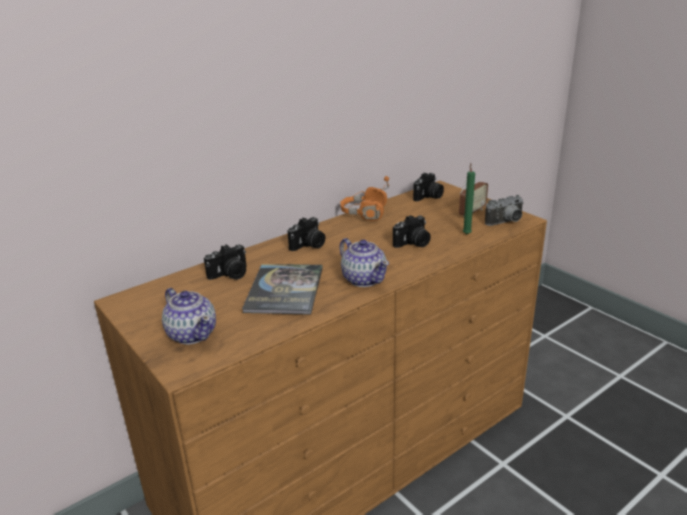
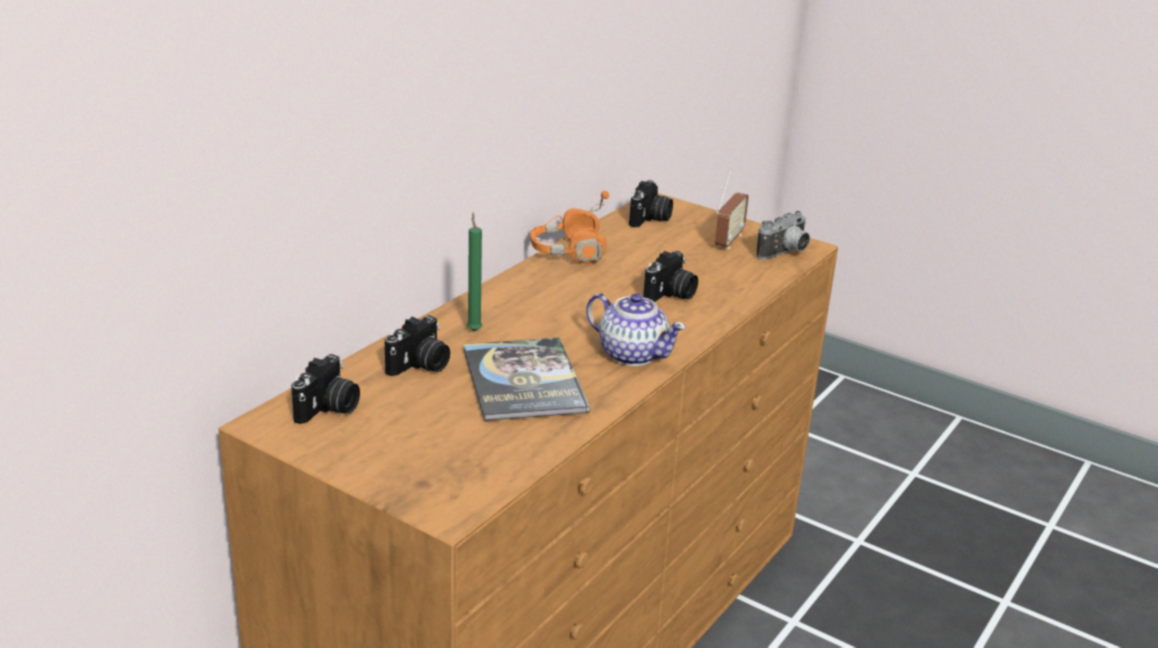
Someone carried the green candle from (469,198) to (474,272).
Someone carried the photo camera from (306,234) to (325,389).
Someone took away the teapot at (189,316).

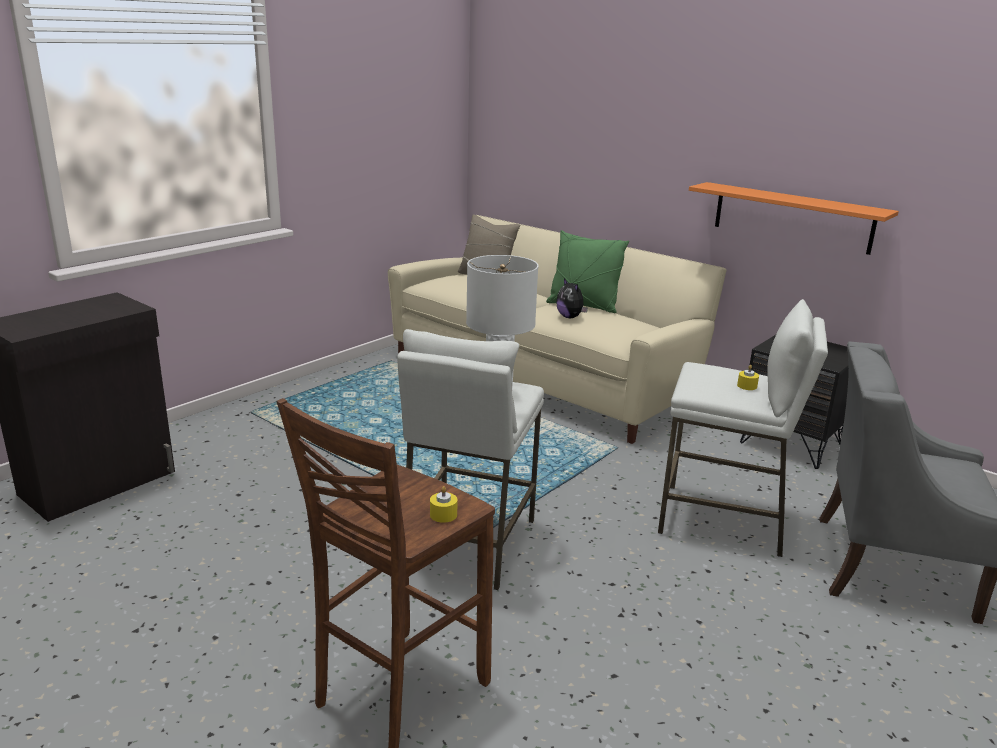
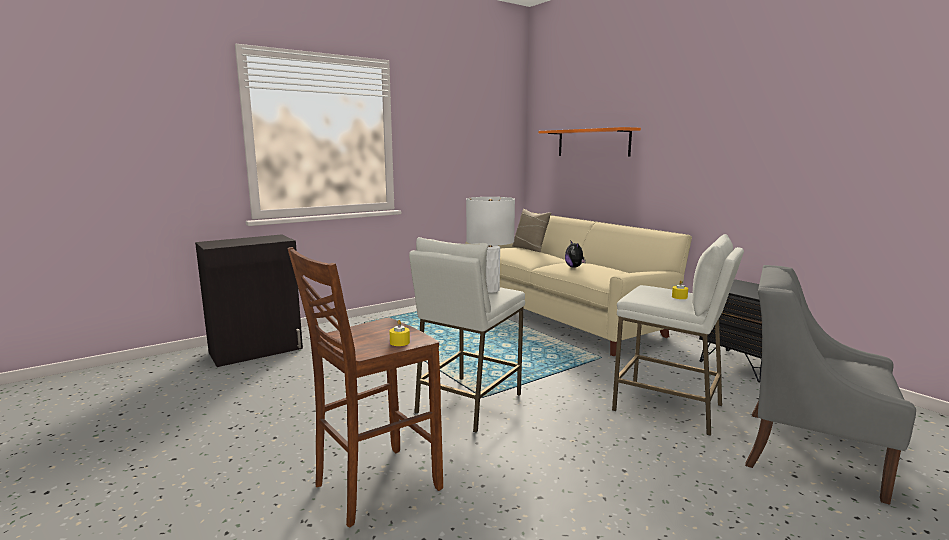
Someone carried the orange shelf from (794,218) to (590,142).
Someone took away the green pillow at (587,271).

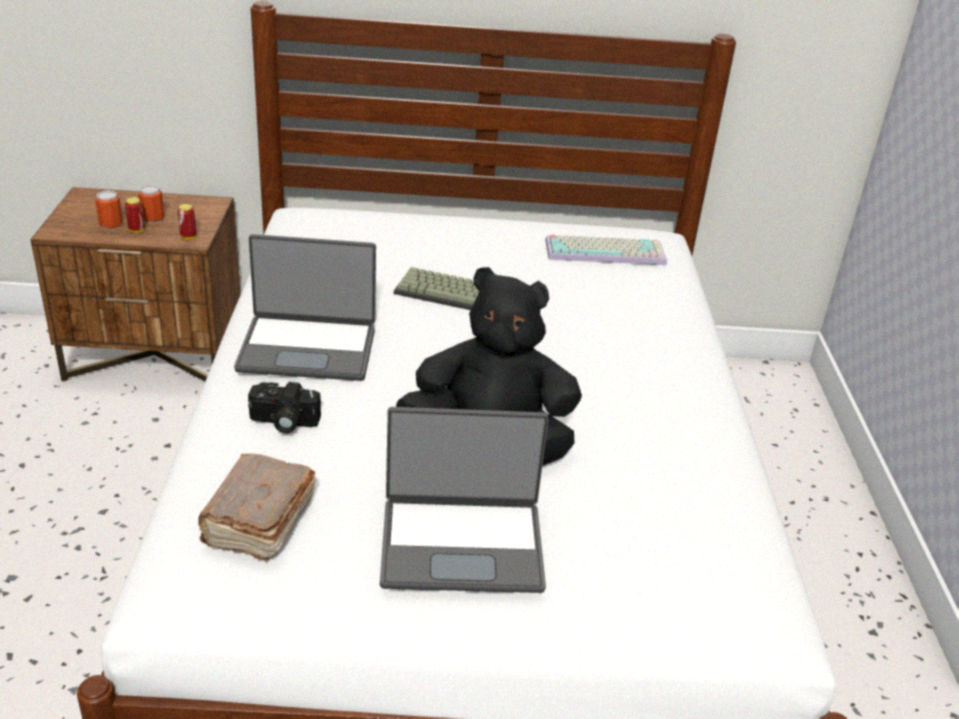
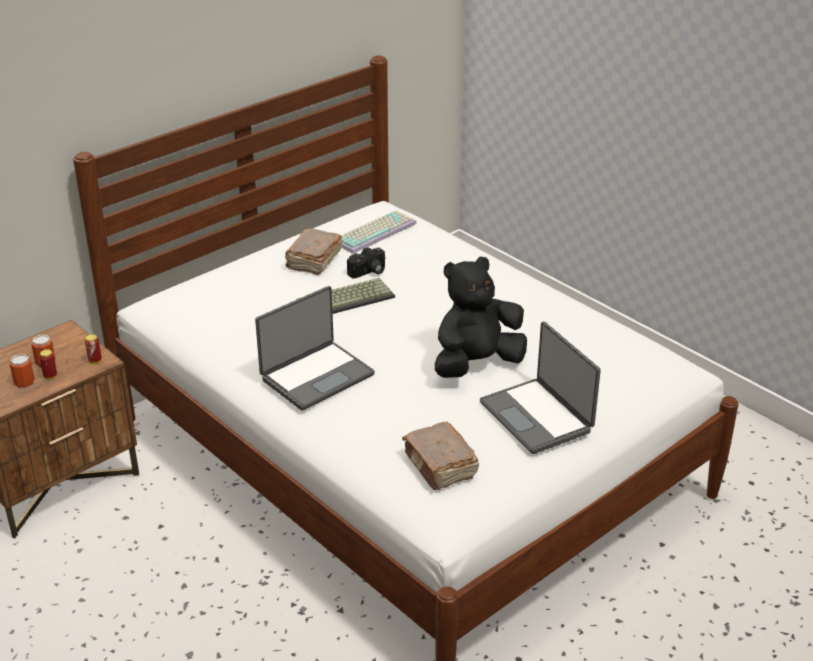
Someone carried the photo camera from (284,407) to (366,263).
Someone rotated the laptop at (464,500) by 105 degrees clockwise.
Someone put down the brown book at (314,251).

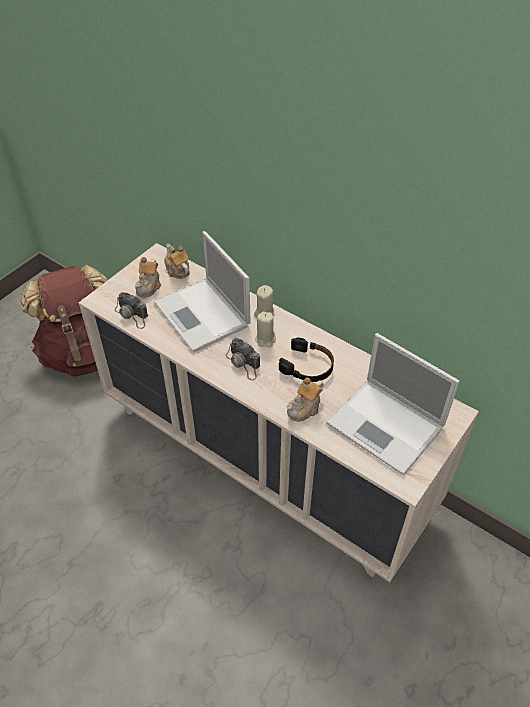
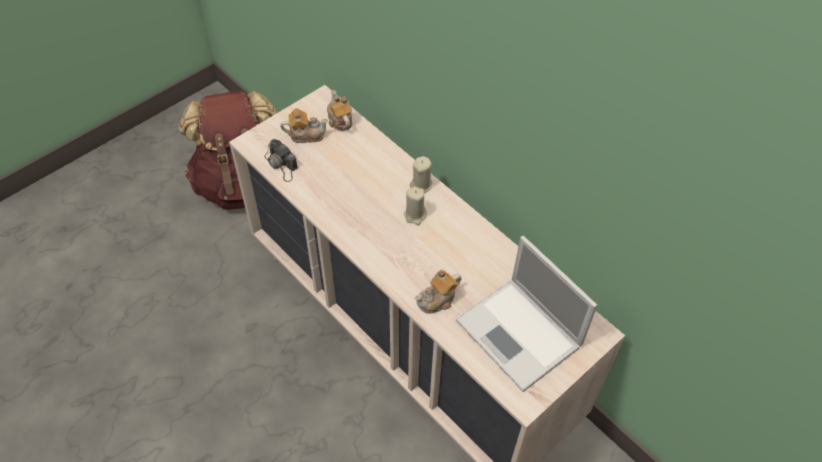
Someone took away the laptop at (202,291).
Someone rotated the teapot at (148,277) by 120 degrees counterclockwise.
Someone took away the black headphones at (306,359).
Someone took away the photo camera at (243,359).

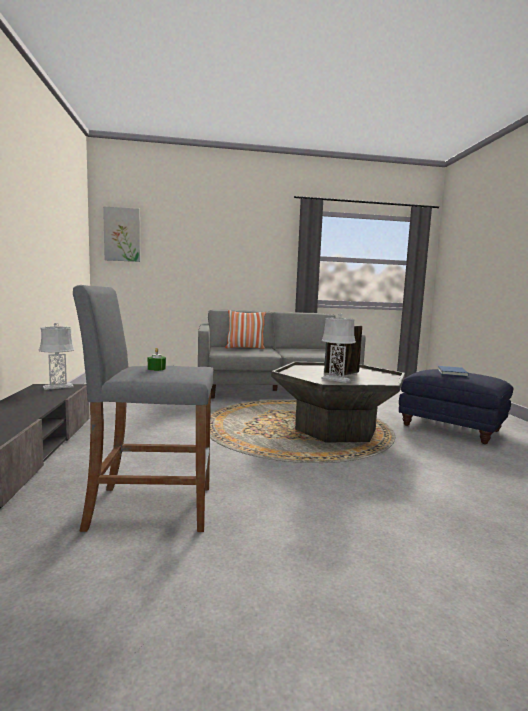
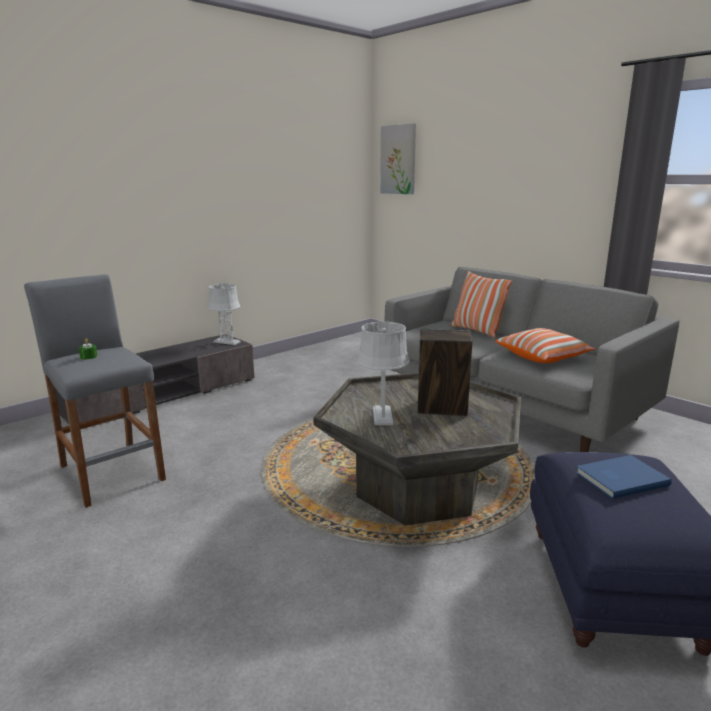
Someone put down the pillow at (545,345).

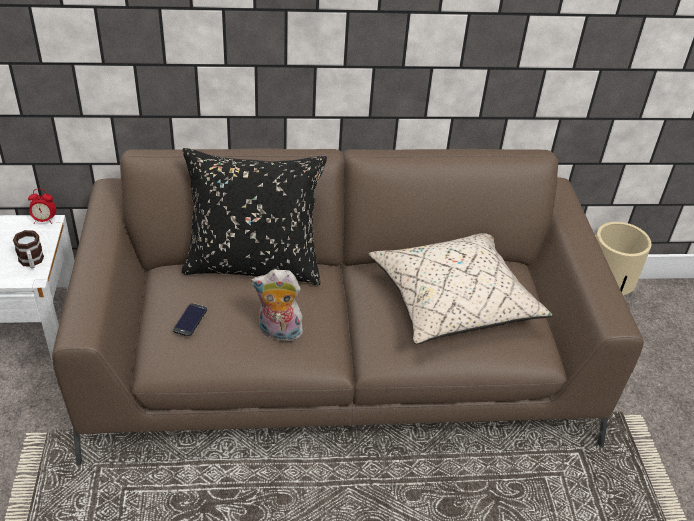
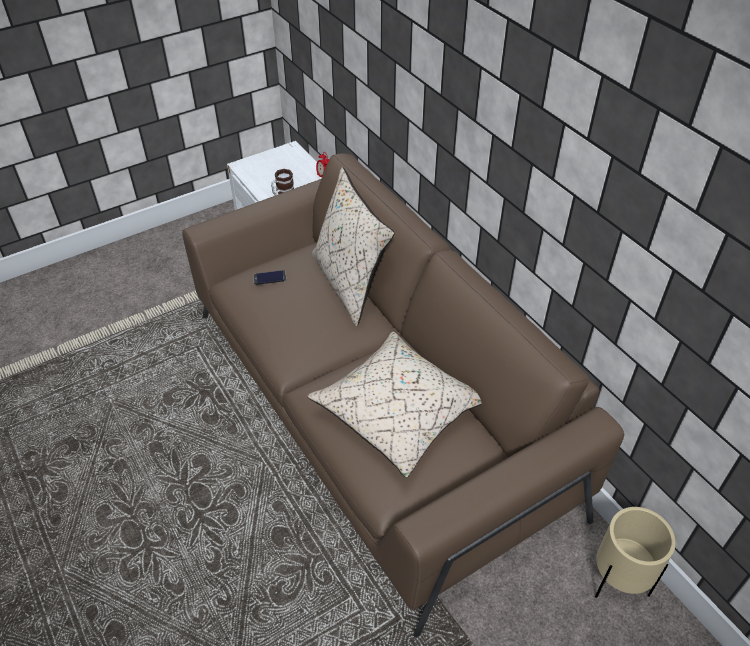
Someone repainted the black pillow at (254,216), which became the beige pillow at (353,246).
Someone took away the plush toy at (278,305).

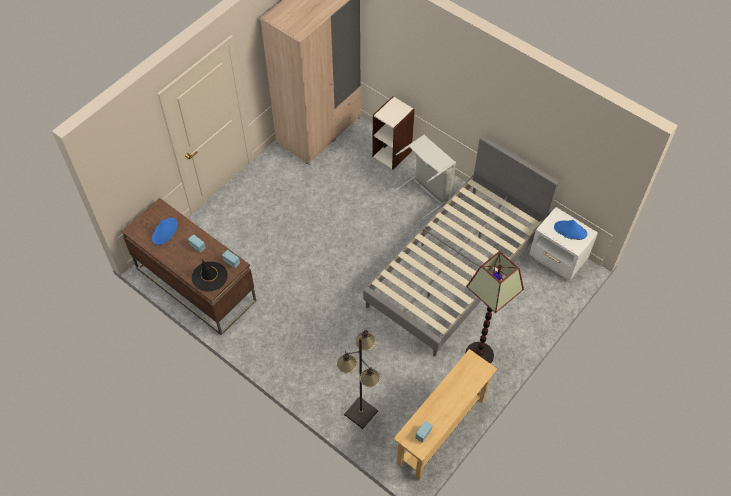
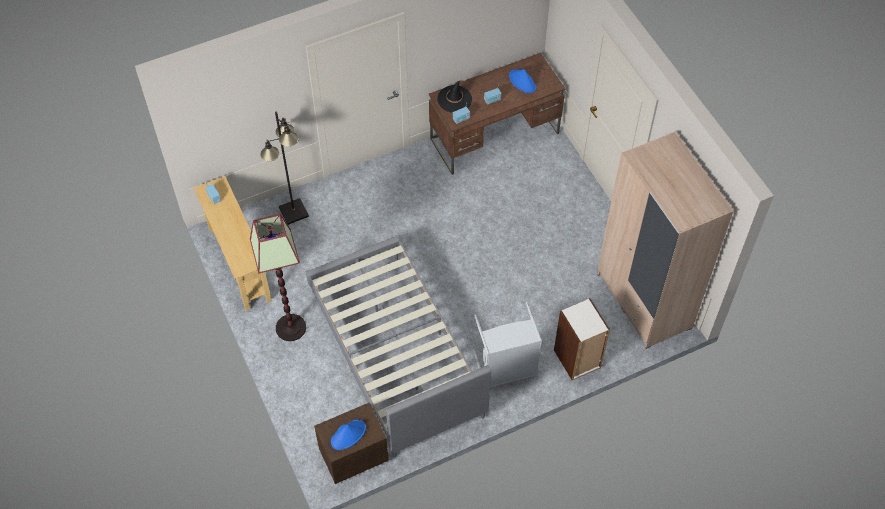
Someone repainted the white nightstand at (563,243), which became the brown nightstand at (351,443).

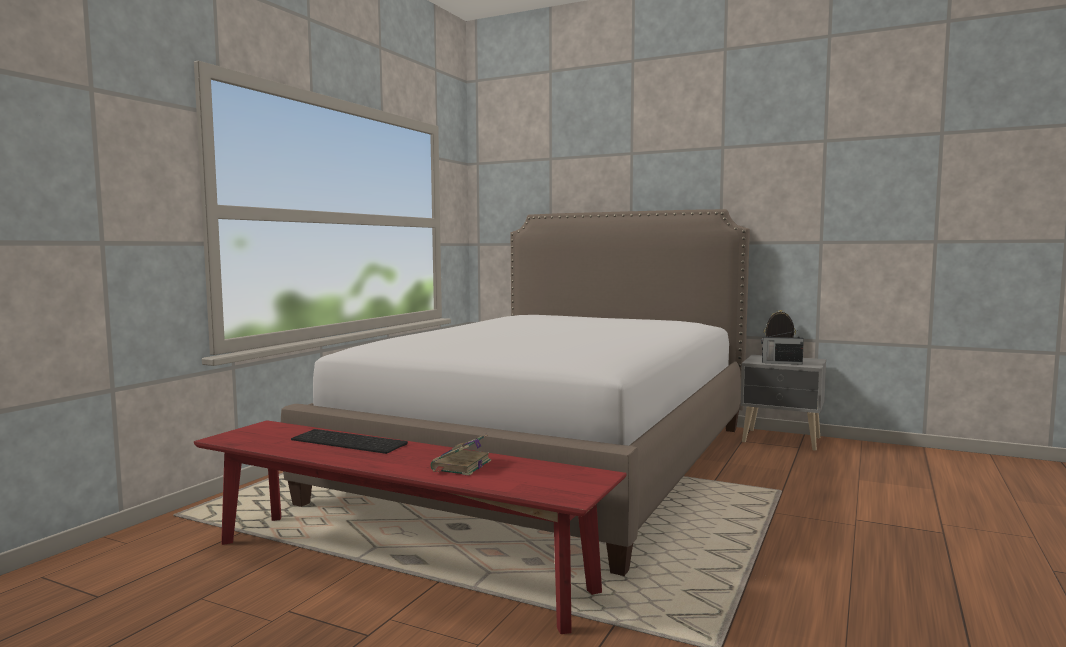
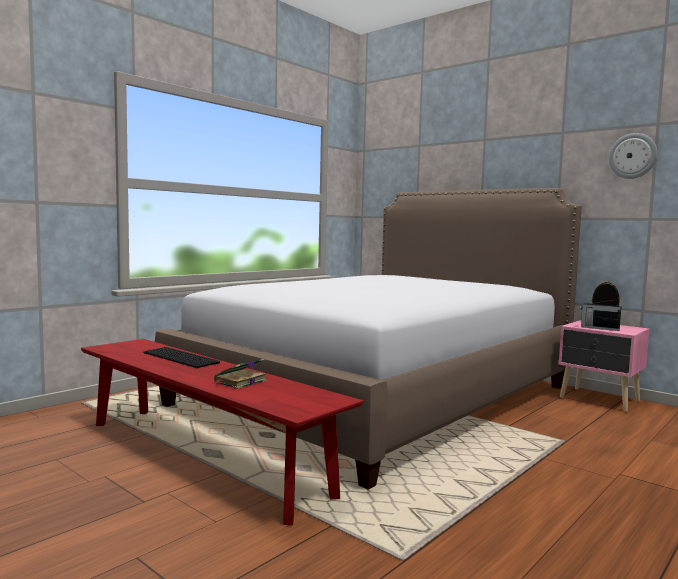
Someone repainted the grey nightstand at (783,403), which became the pink nightstand at (604,366).
Someone put up the wall clock at (633,156).

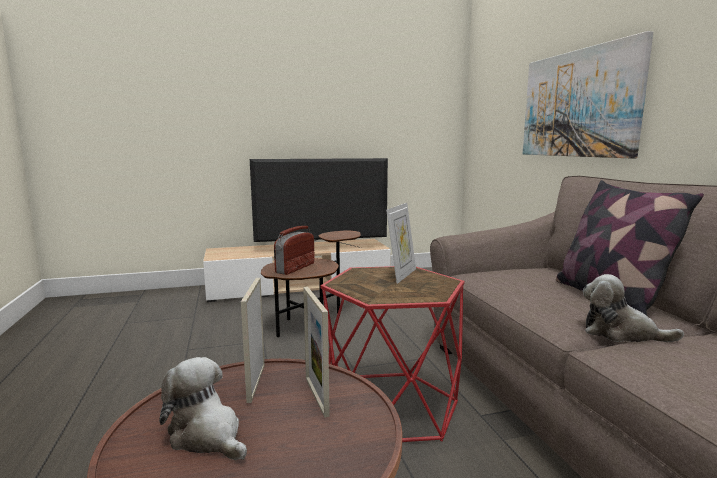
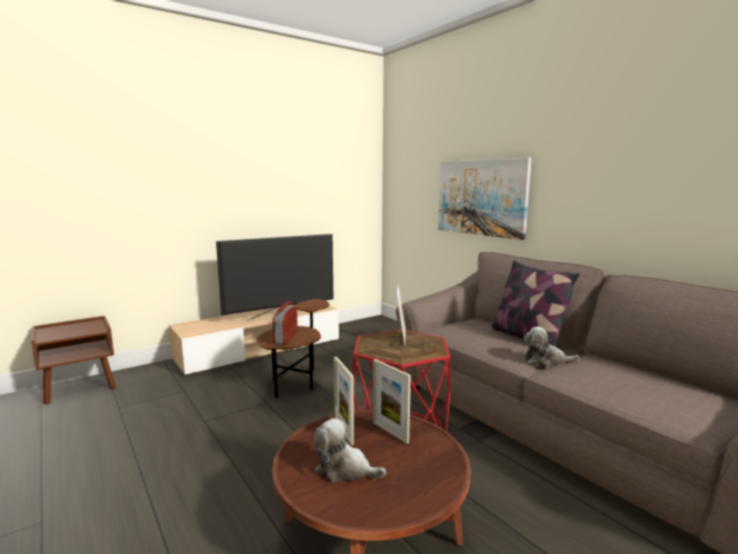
Someone put down the brown nightstand at (73,360).

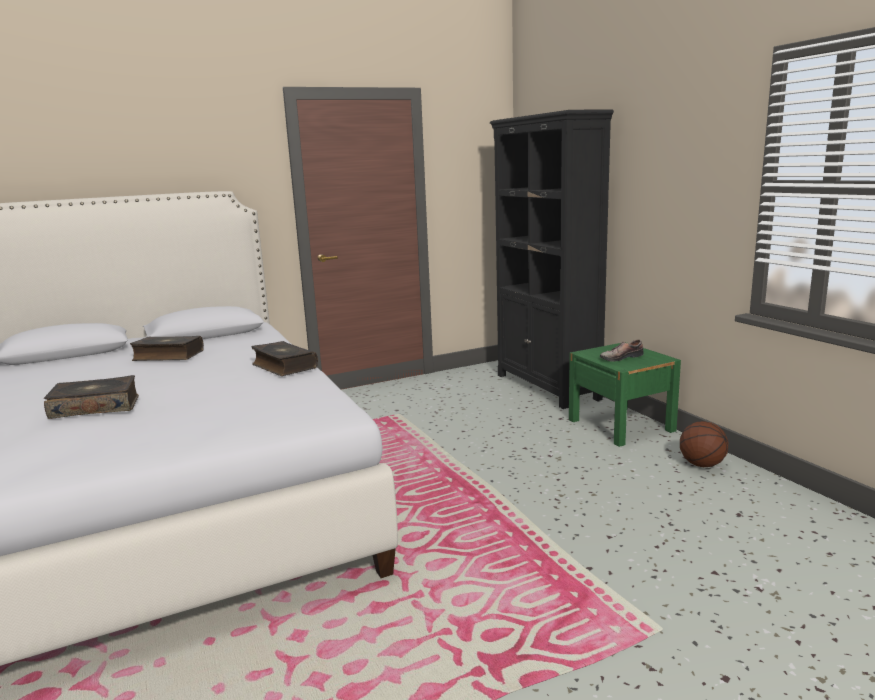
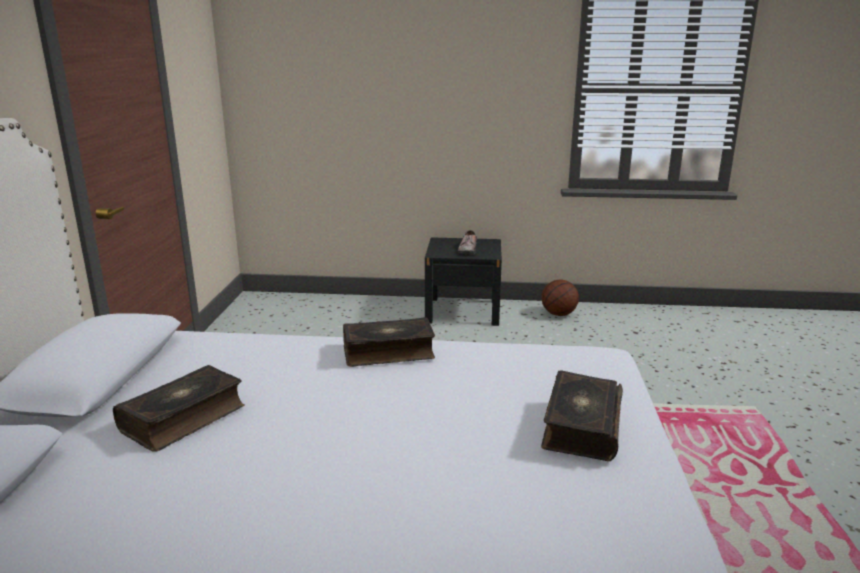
Someone took away the black bookcase at (552,259).
Someone repainted the green nightstand at (625,394), which became the black nightstand at (463,281).
Someone carried the book from (91,397) to (582,415).

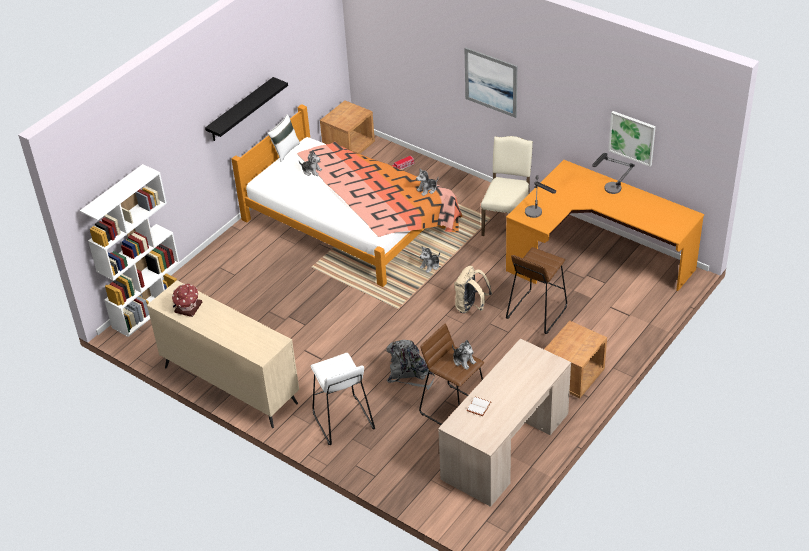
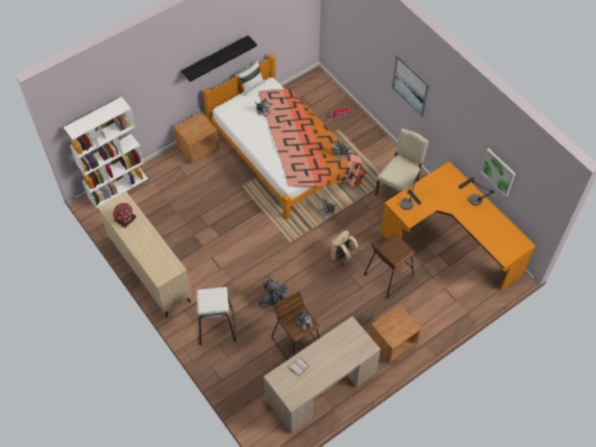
Someone carried the brown nightstand from (347,127) to (196,137).

